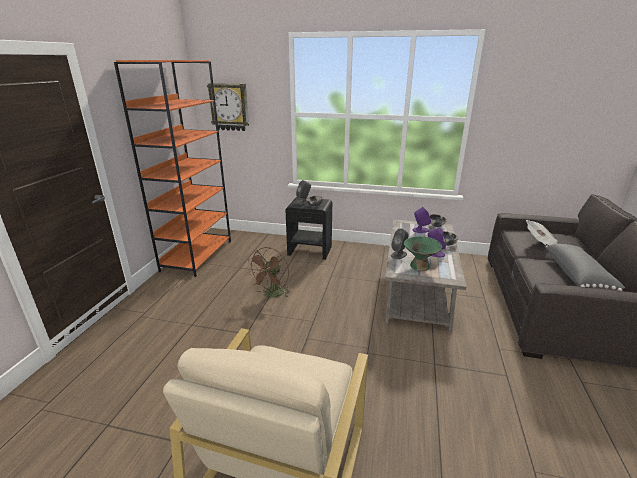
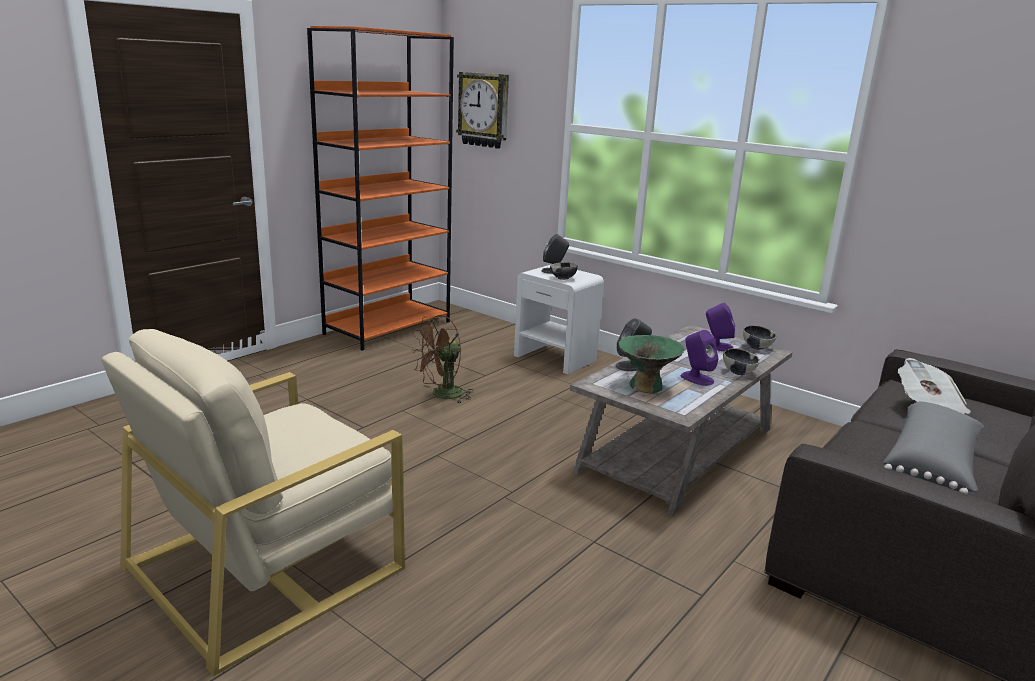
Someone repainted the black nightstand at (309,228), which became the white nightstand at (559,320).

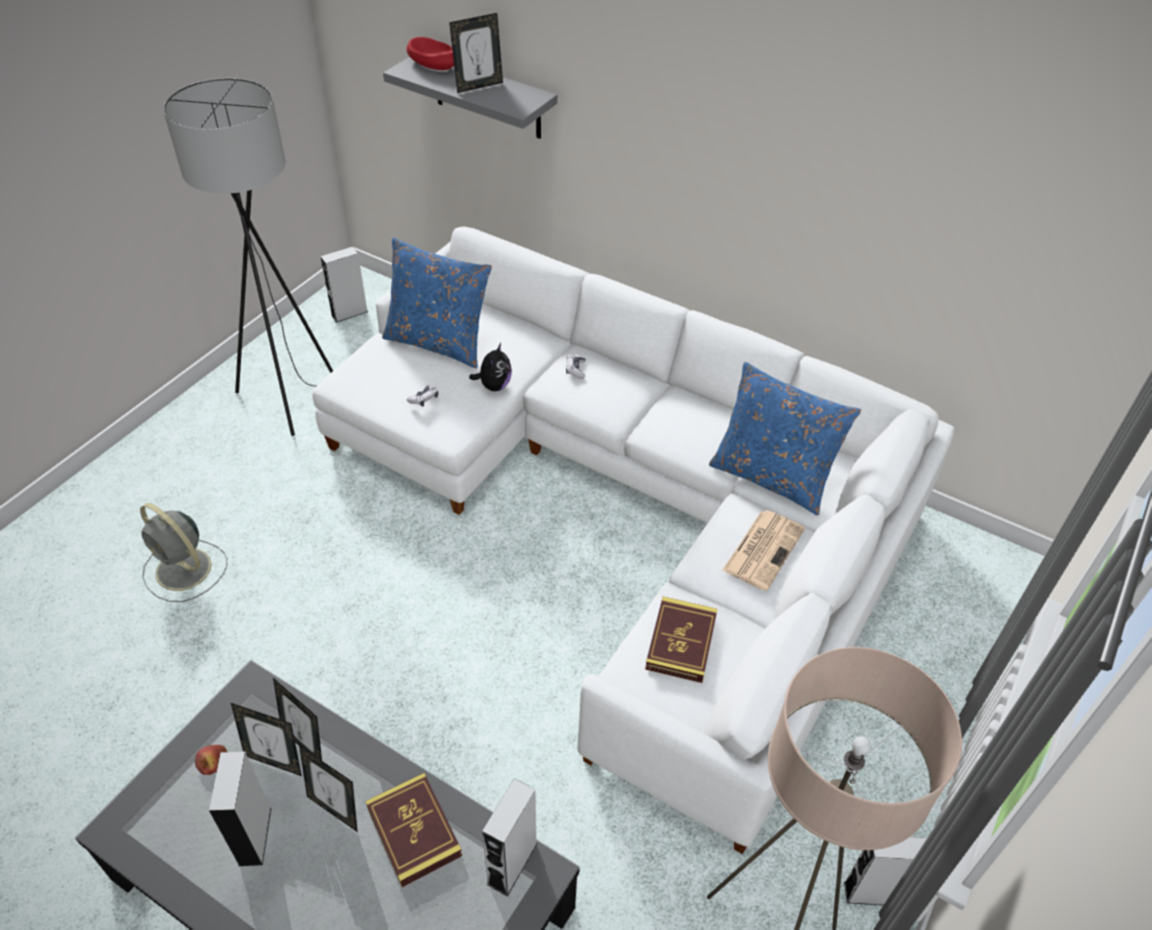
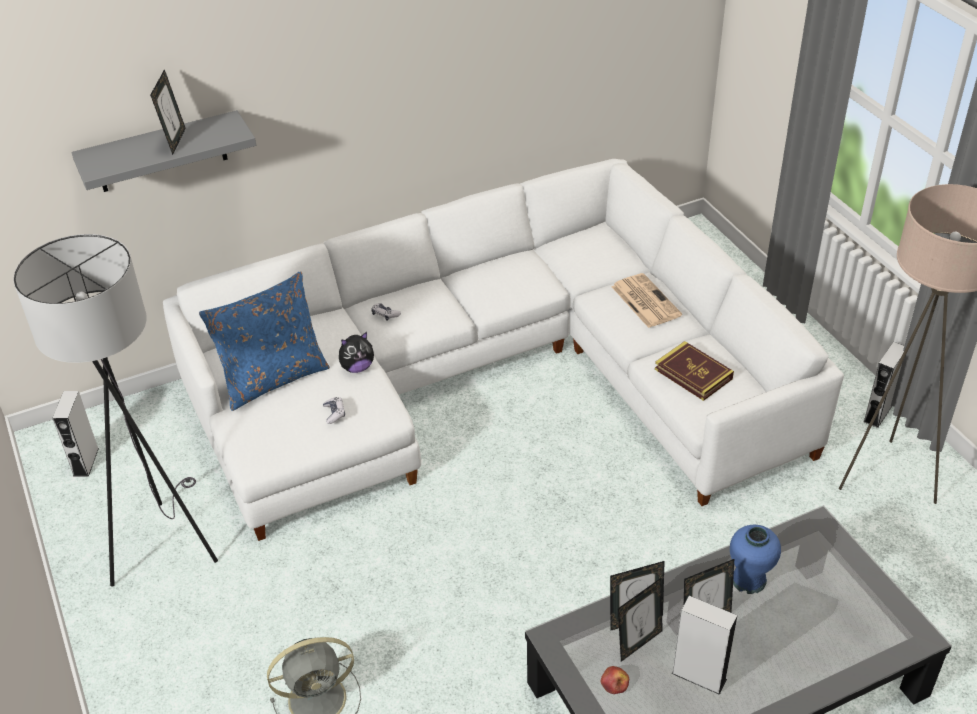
Someone took away the red bowl at (430,54).
Someone rotated the plush toy at (490,367) by 105 degrees clockwise.
Someone took away the blue pillow at (785,438).
Someone swapped the book at (413,830) for the blue vase at (755,559).
Someone took away the grey speaker at (509,838).

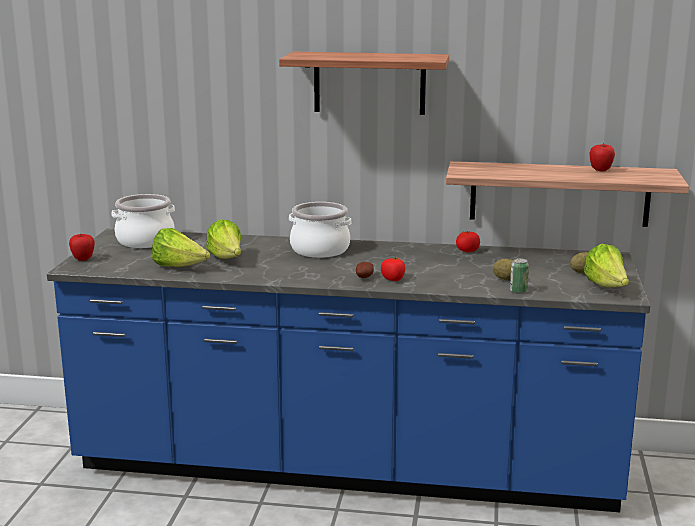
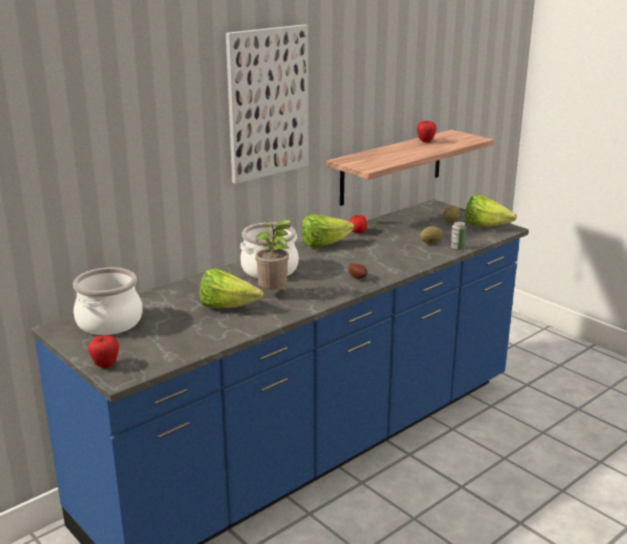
Someone swapped the shelf at (364,83) for the picture at (267,104).
Someone carried the lettuce from (181,247) to (328,230).
Someone took away the tomato at (393,269).
Someone put down the potted plant at (273,254).

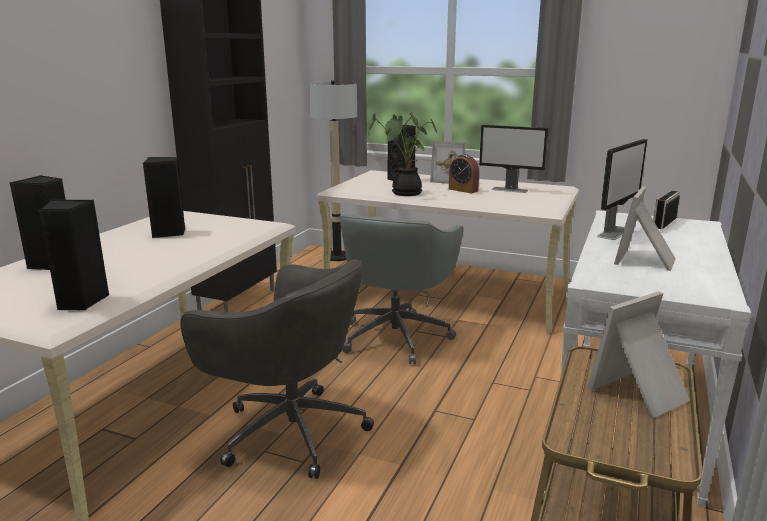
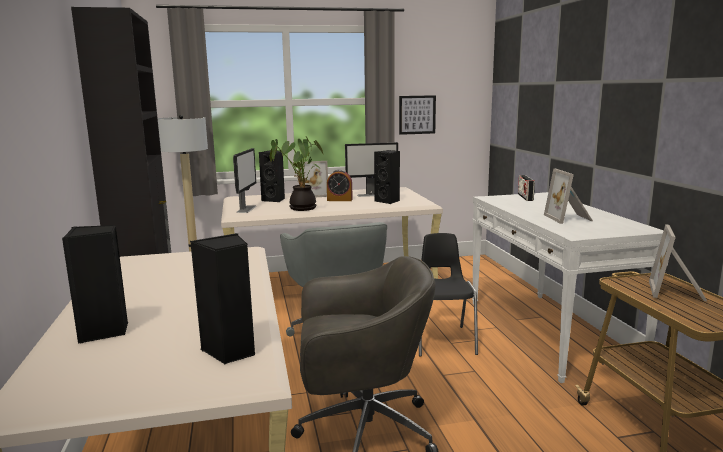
Someone carried the monitor from (622,189) to (244,180).
Someone carried the black speaker from (164,197) to (387,177).
Someone put up the picture at (417,115).
Someone put down the black chair at (448,294).

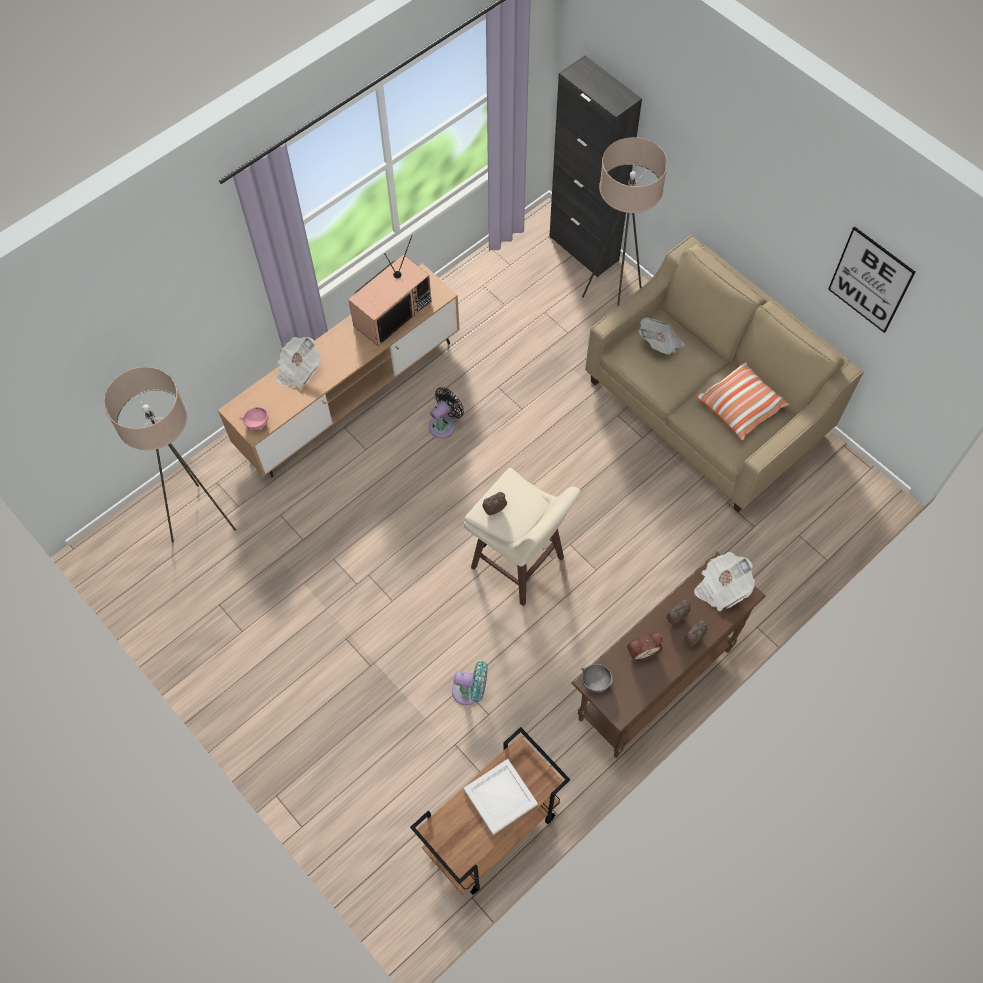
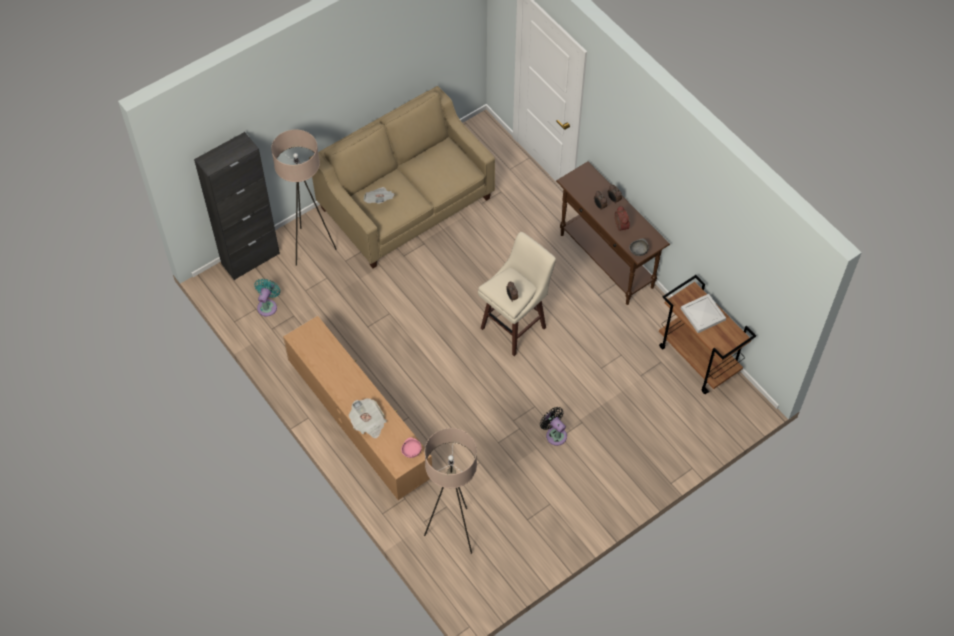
Someone took away the picture at (872,279).
Someone took away the television at (390,290).
Someone took away the pillow at (742,400).
Someone carried the black fan from (446,412) to (553,426).
Someone took away the newspaper at (724,581).
Someone carried the turquoise fan from (470,683) to (267,297).

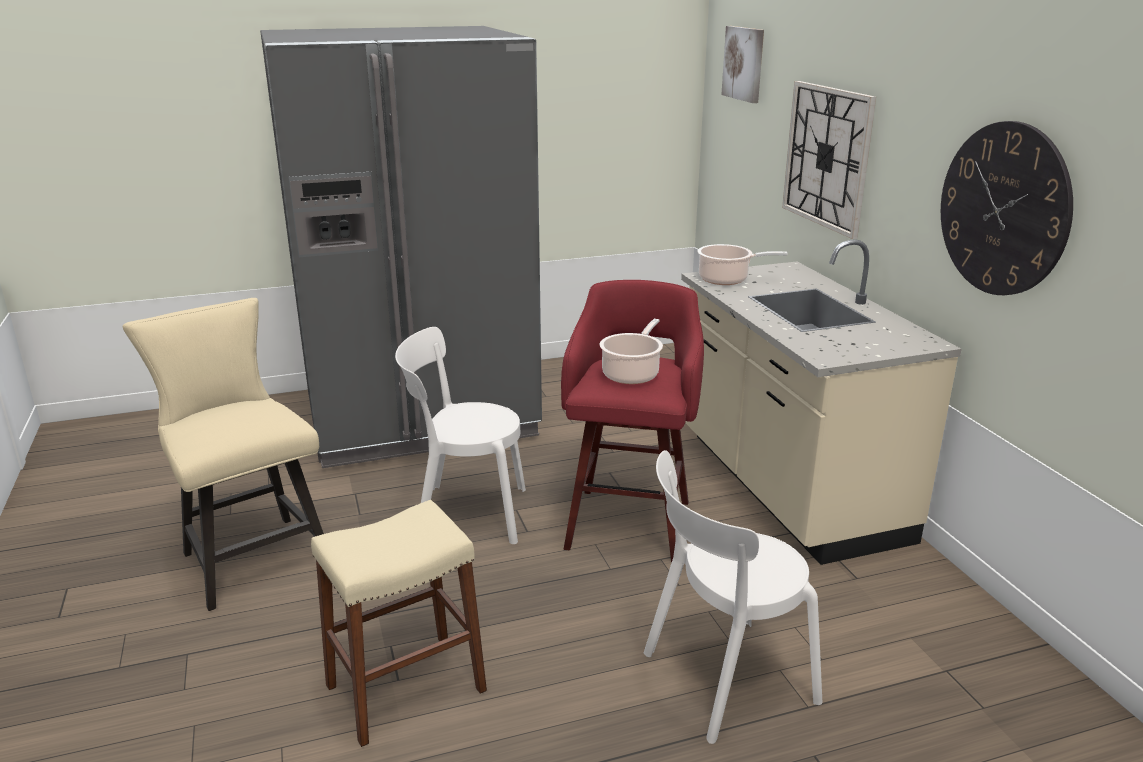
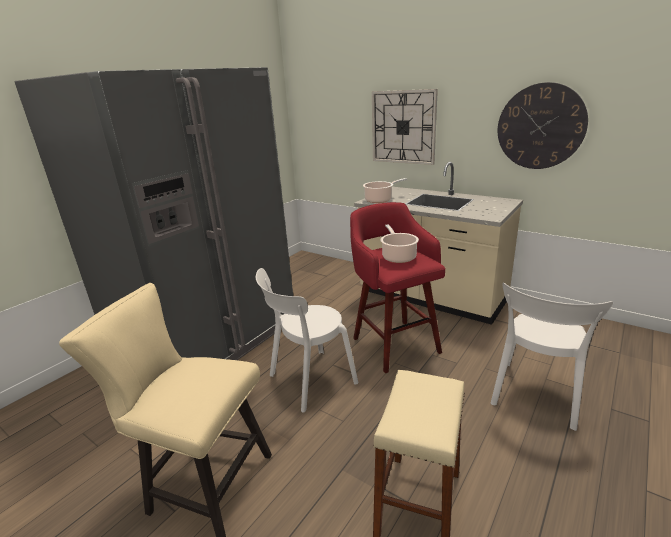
Someone took away the picture at (742,64).

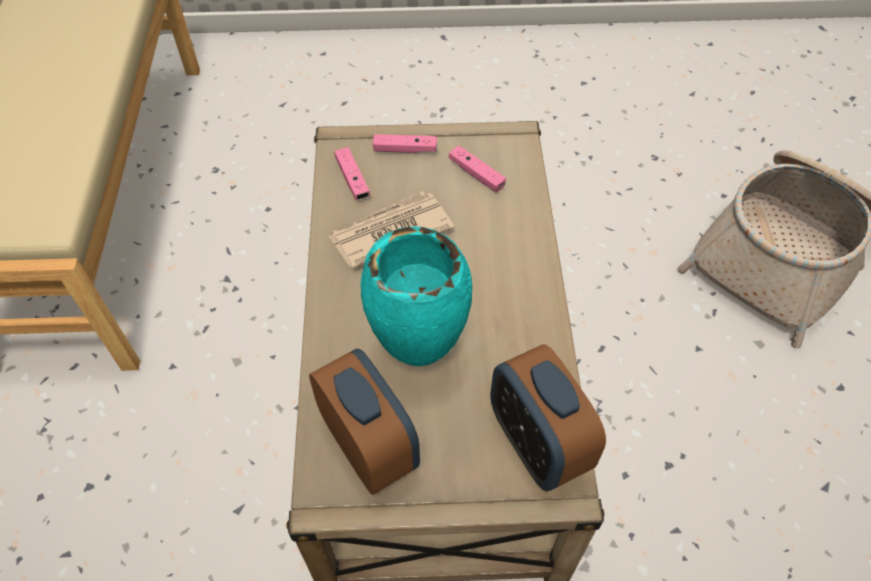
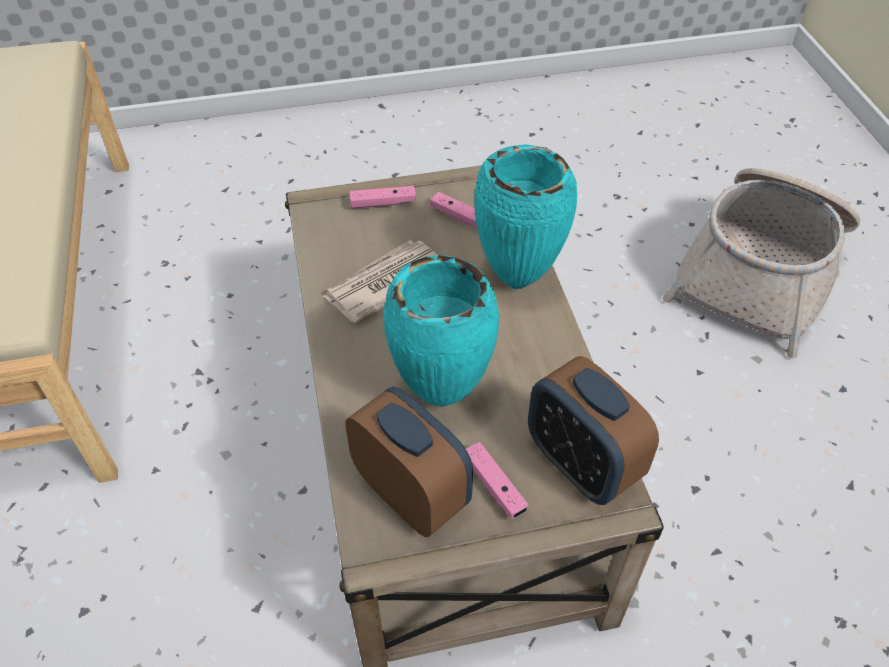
Someone carried the pink game controller from (352,173) to (497,480).
Someone put down the turquoise vase at (525,216).

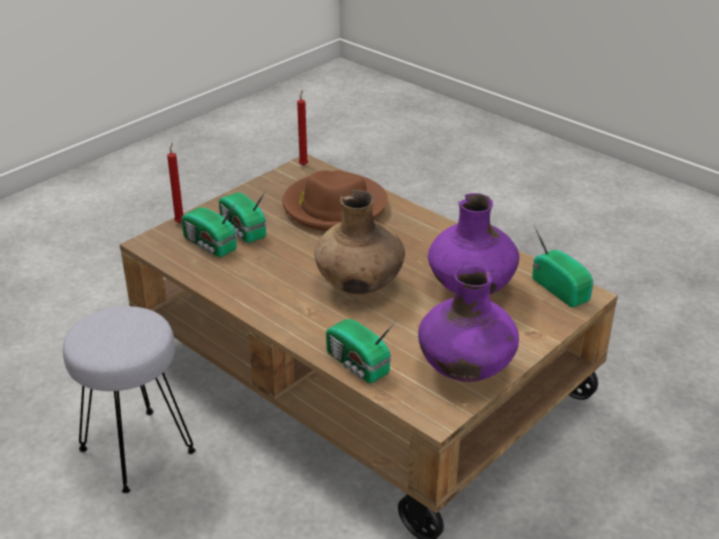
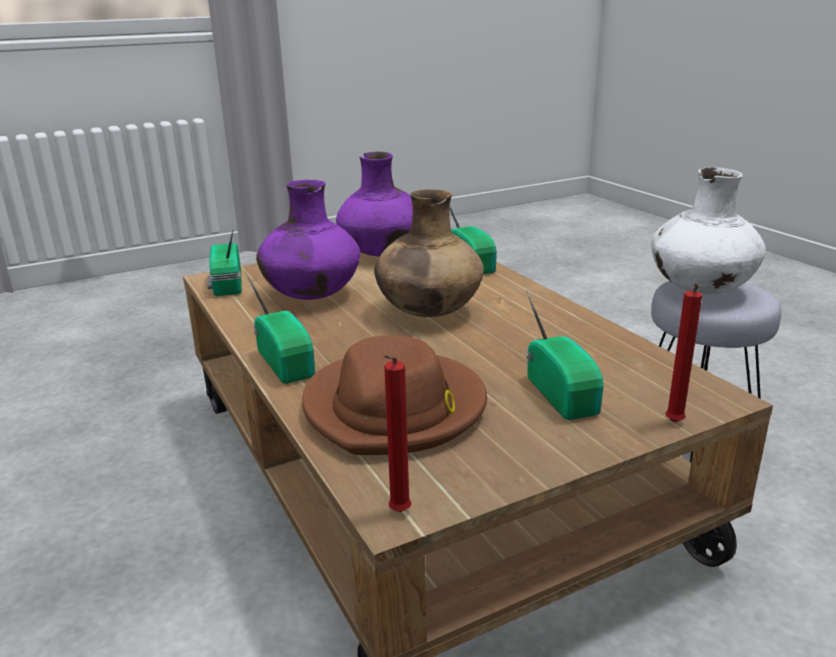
Someone carried the radio from (209,229) to (280,327).
Someone put down the white vase at (708,230).

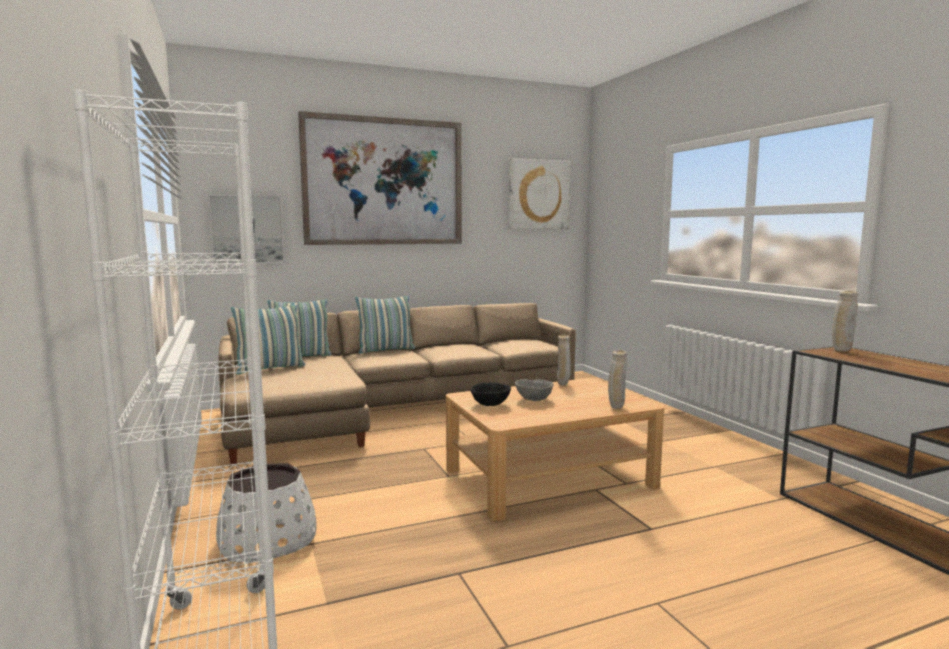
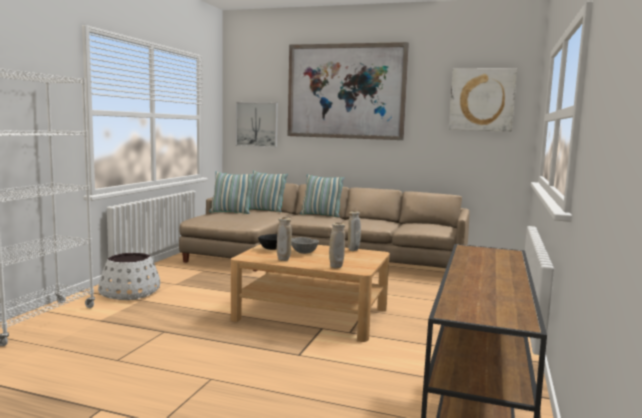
Someone carried the beige vase from (845,321) to (284,239).

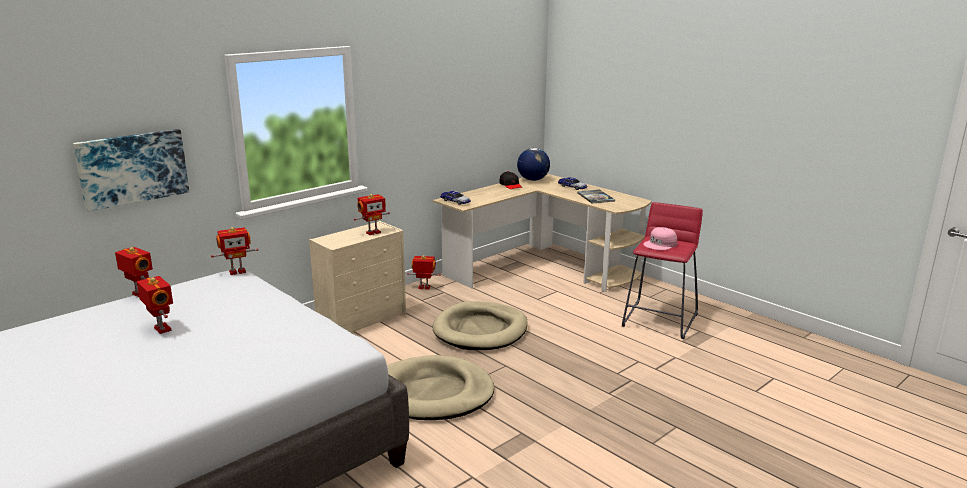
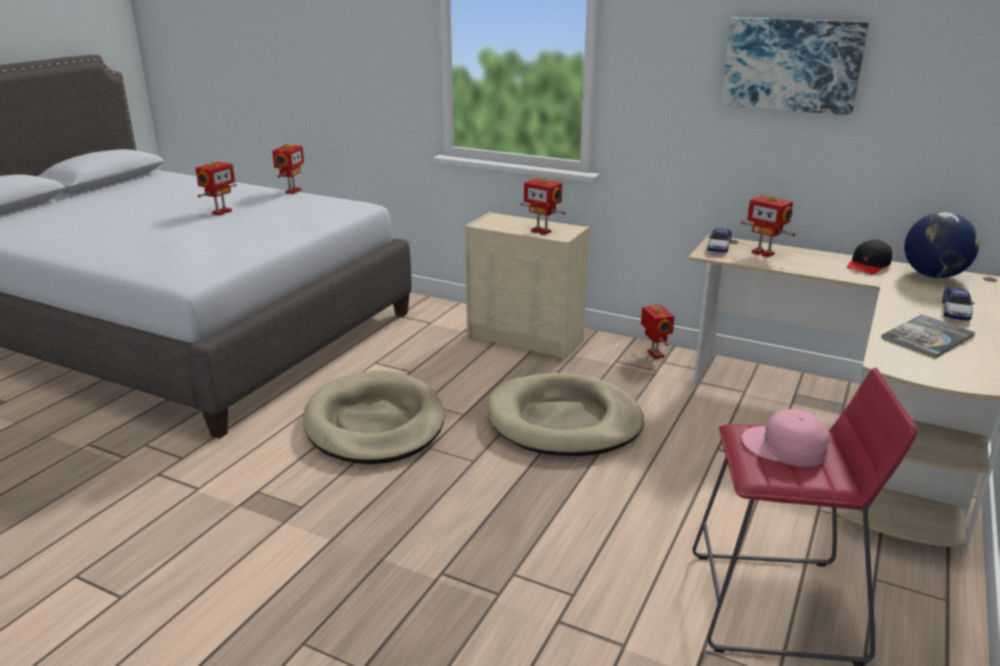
Someone carried the picture from (131,170) to (795,66).
Someone carried the toy robot from (235,251) to (768,225).

